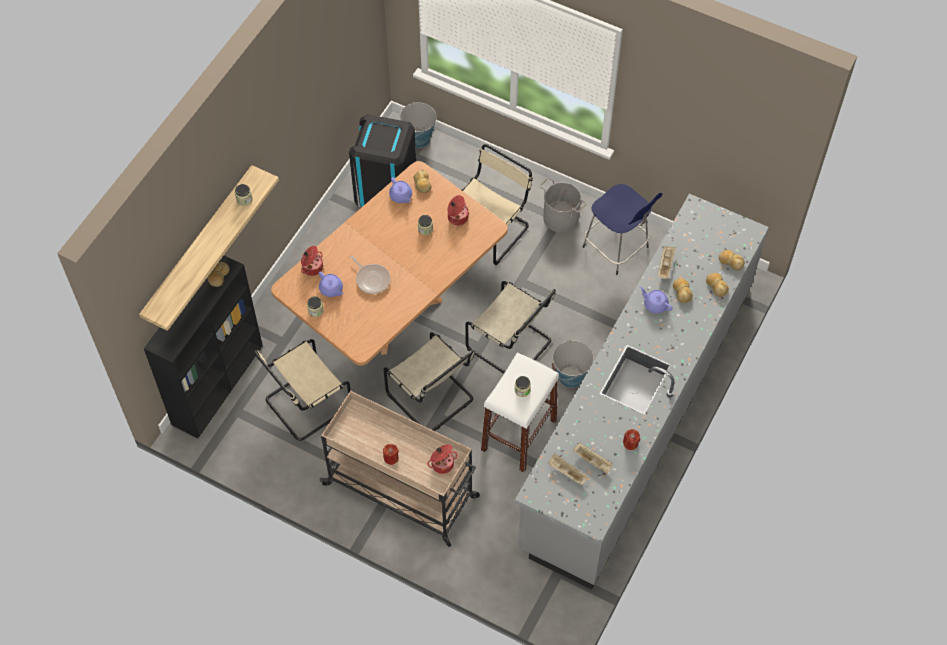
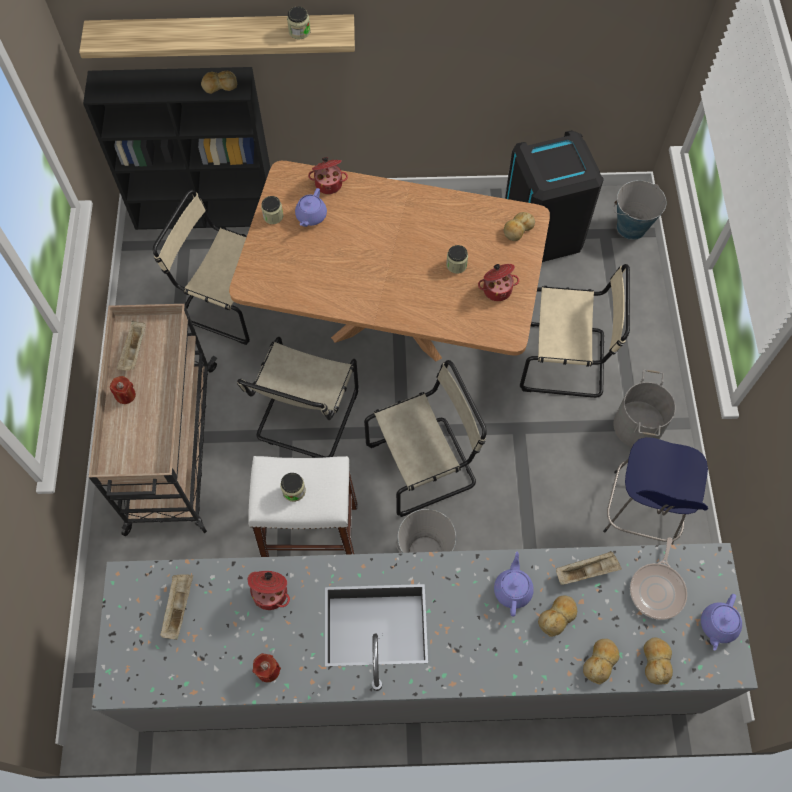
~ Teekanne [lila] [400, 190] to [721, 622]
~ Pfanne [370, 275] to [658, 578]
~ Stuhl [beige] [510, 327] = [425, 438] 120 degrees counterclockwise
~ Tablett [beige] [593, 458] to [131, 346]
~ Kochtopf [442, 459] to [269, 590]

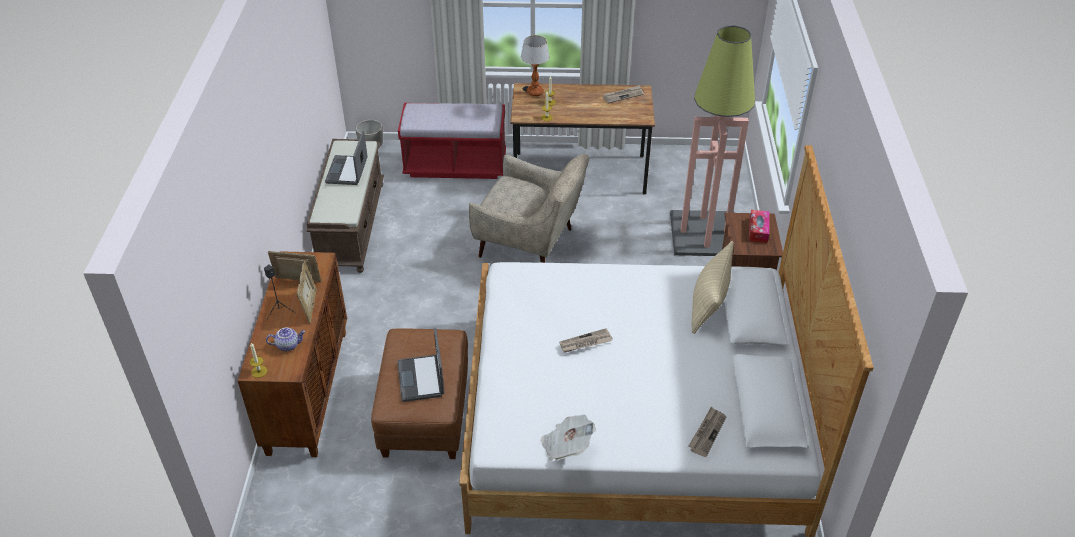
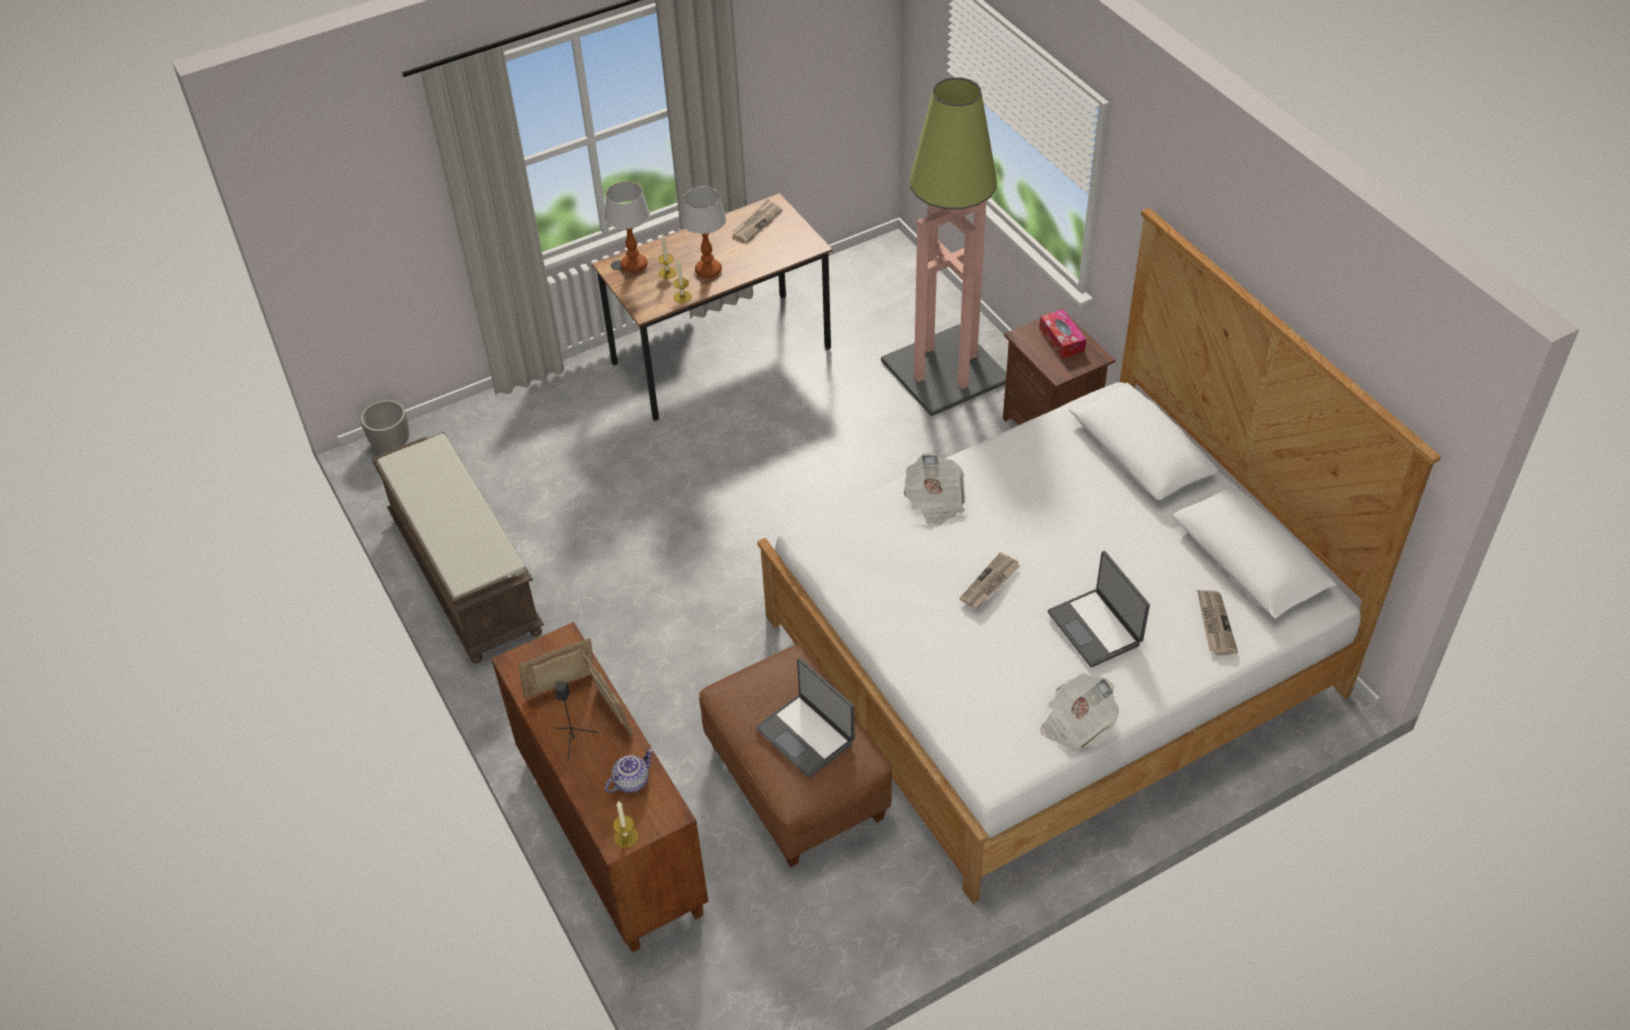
- Bank [rot] [452, 141]
~ Laptop [346, 158] to [1099, 609]
- Sessel [beige] [529, 208]
- Kissen [beige] [712, 287]
+ Tischlampe [703, 232]
+ Zeitung [934, 490]

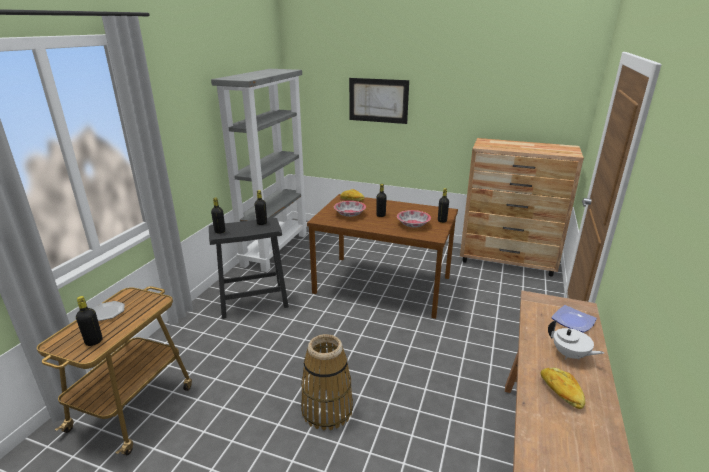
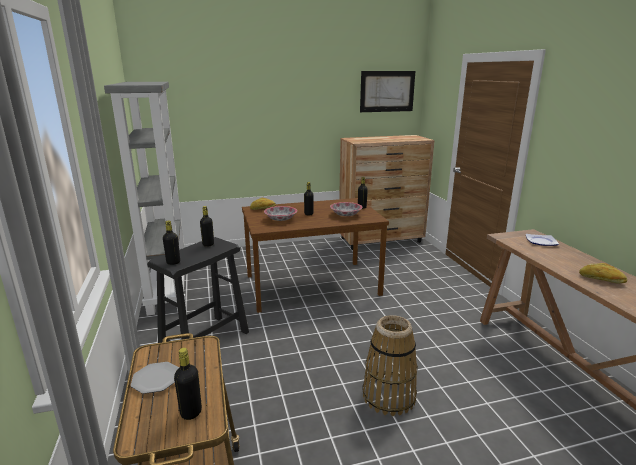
~ Bild [379, 101] to [387, 91]
- Teekanne [weiß] [576, 339]

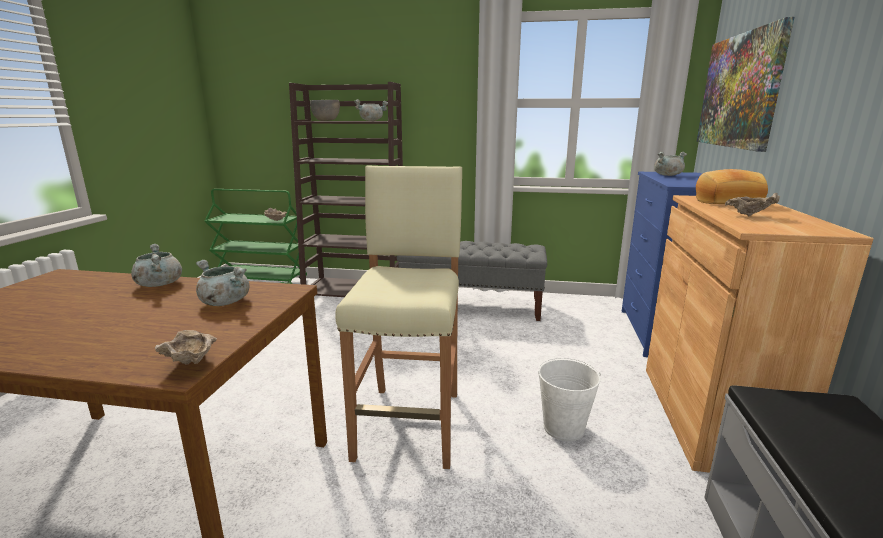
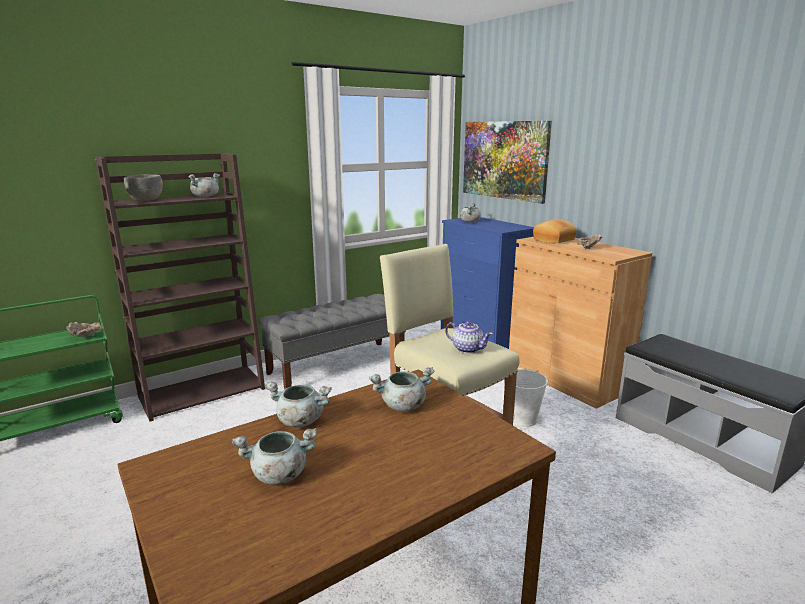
- Schüssel [beige] [186, 347]
+ Teekanne [469, 337]
+ Kochtopf [grau] [274, 456]

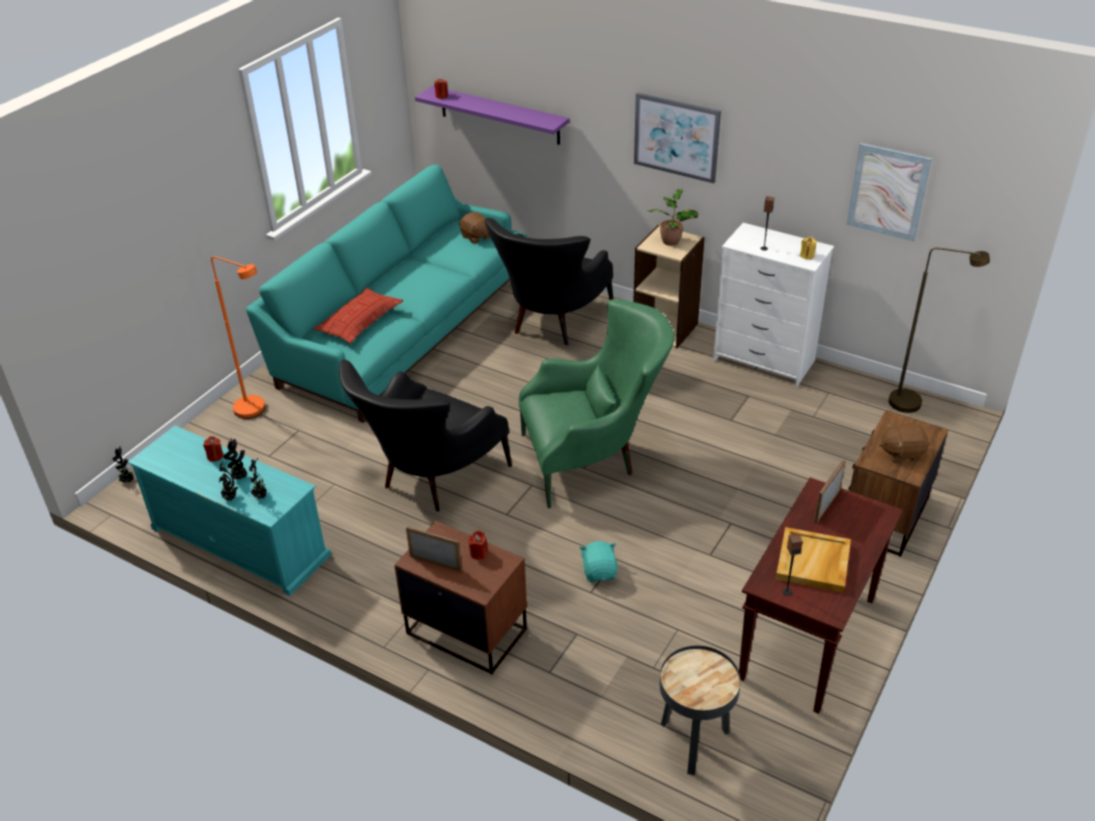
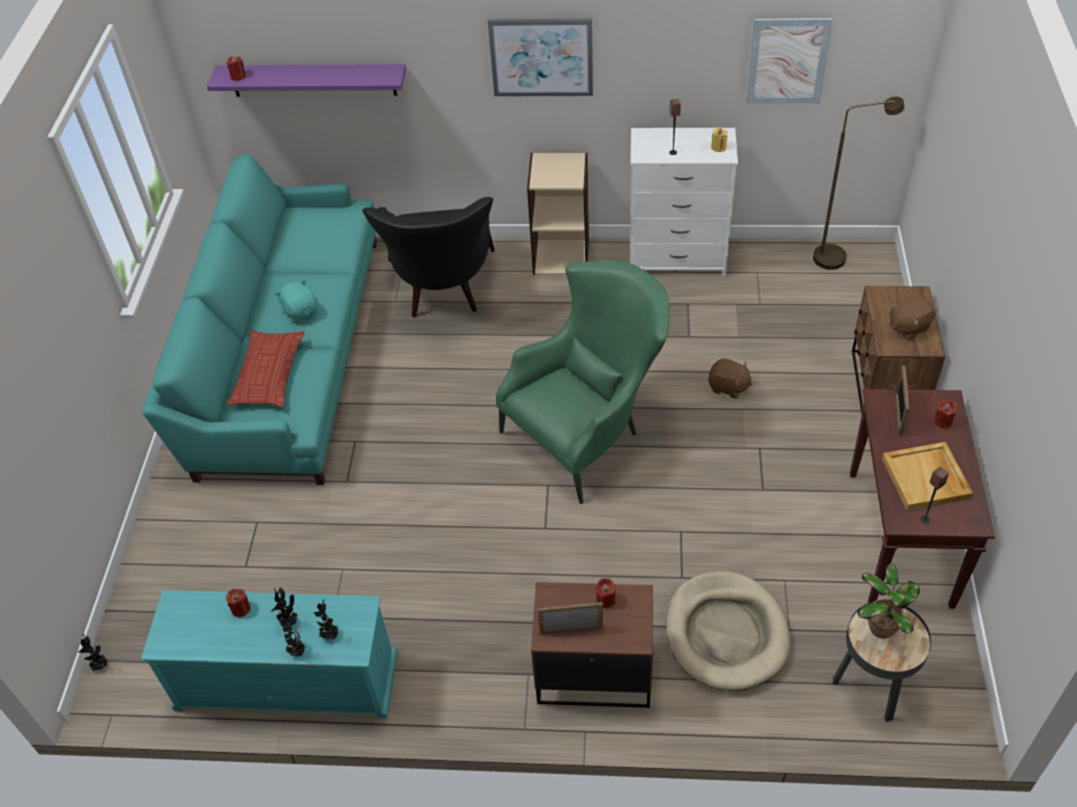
~ Topfpflanze [672, 217] to [888, 601]
~ Plüschtier [braun] [474, 228] to [730, 378]
- Stehlampe [orange] [238, 337]
- Sessel [schwarz] [425, 436]
~ Plüschtier [türkis] [599, 561] to [296, 301]
+ Kerze [rot] [945, 414]
+ Hundebett [beige] [728, 631]

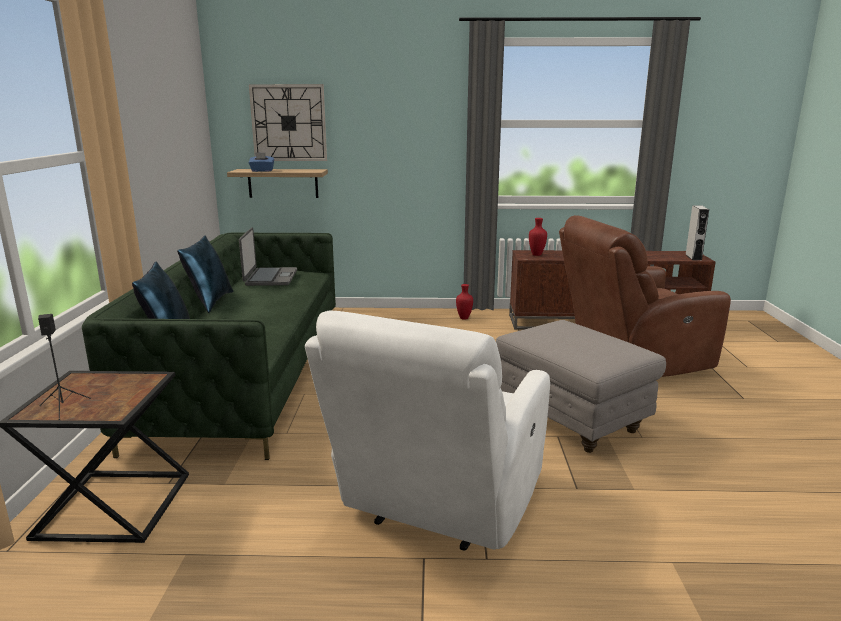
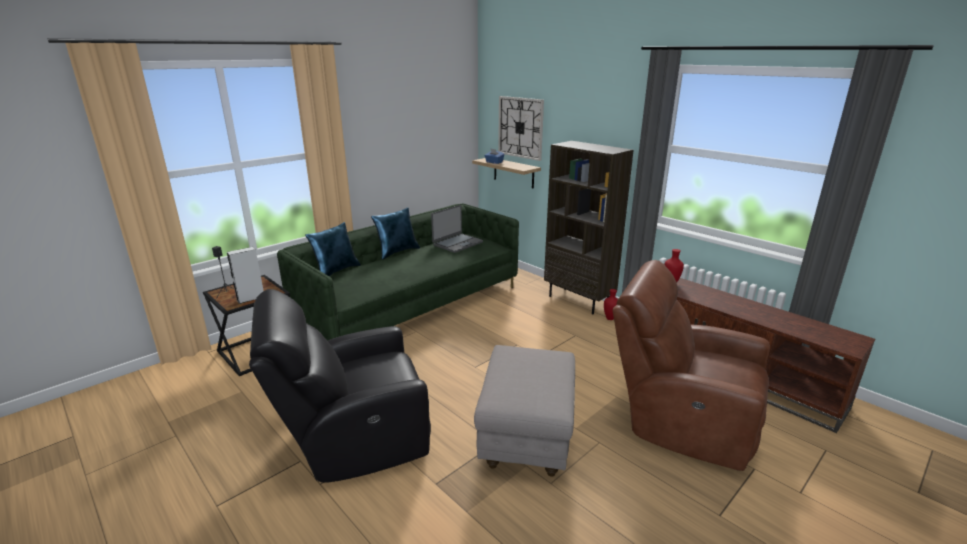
~ Lautsprecher [grau] [697, 232] to [245, 275]
~ Sessel [weiß] [427, 430] to Sessel [schwarz] [340, 386]
+ Bücherregal [braun] [589, 227]

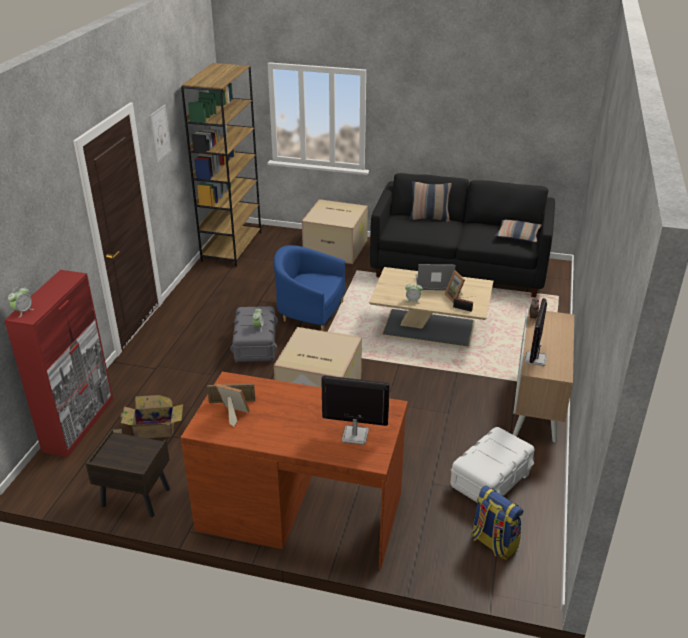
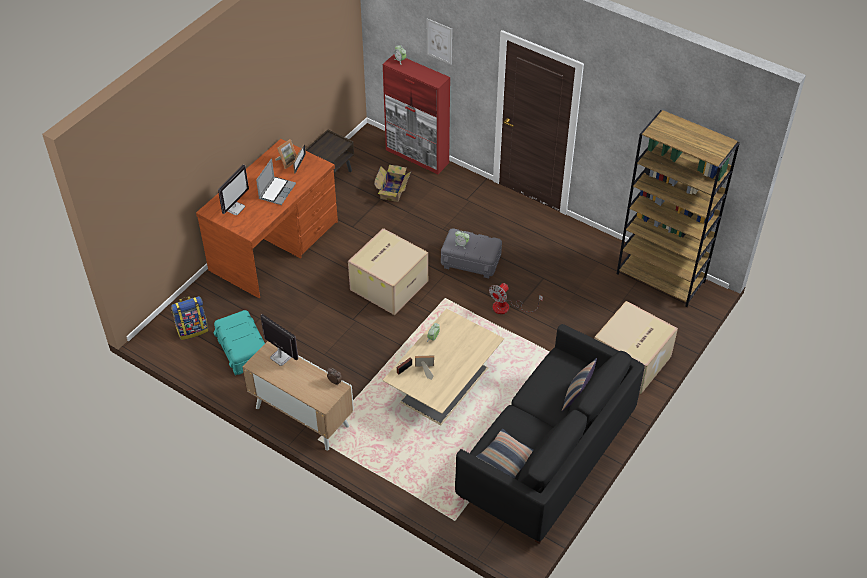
~ Bild [160, 134] to [439, 41]
~ Sessel [blau] [309, 288] to Ventilator [516, 298]
~ Laptop [435, 277] to [276, 181]
~ Aufbewahrungsbox [weiß] [492, 465] to Aufbewahrungsbox [türkis] [239, 342]

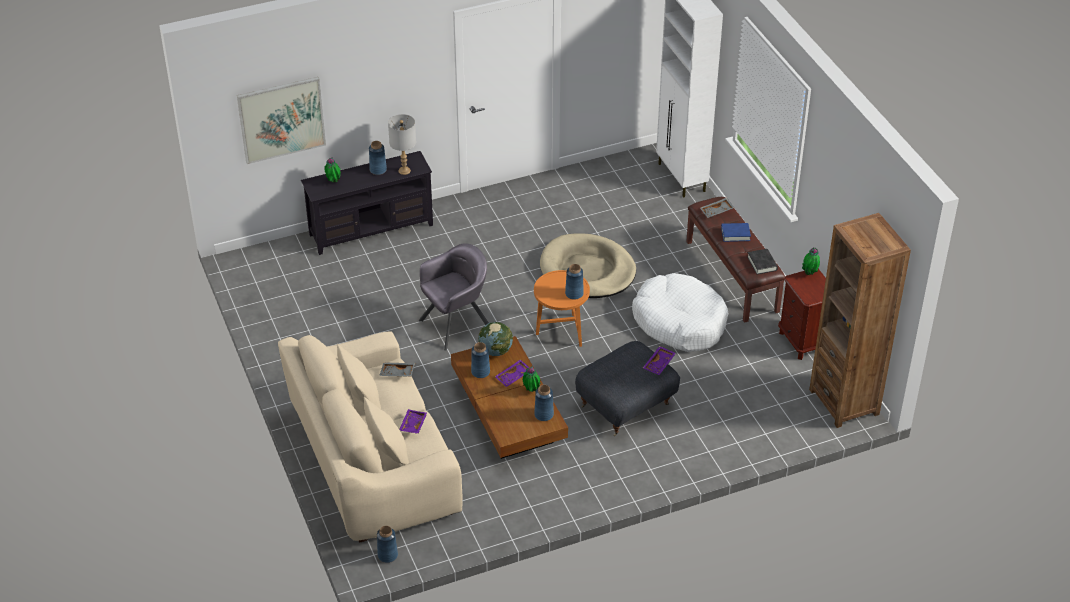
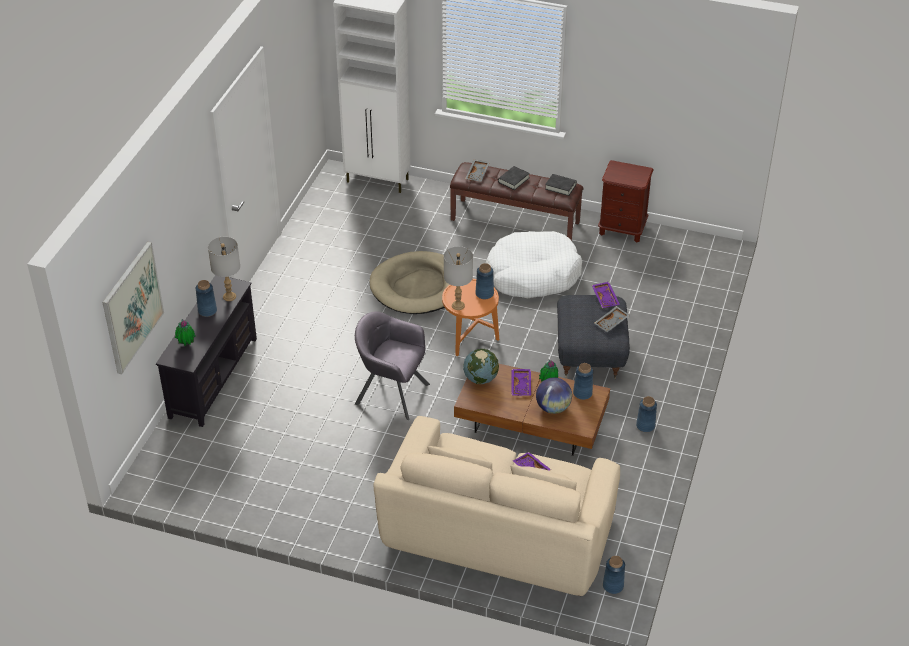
- Bücherregal [braun] [860, 320]
~ Buch [blau] [736, 232] to Buch [schwarz] [514, 178]
~ Sessel [grau] [454, 296] = [392, 365] 75 degrees counterclockwise
- Topfpflanze [811, 261]
~ Vase [blau] [480, 360] to [646, 414]
~ Tablett [grau] [397, 370] to [612, 319]
+ Tischlampe [grau] [458, 278]
+ Globus [554, 395]

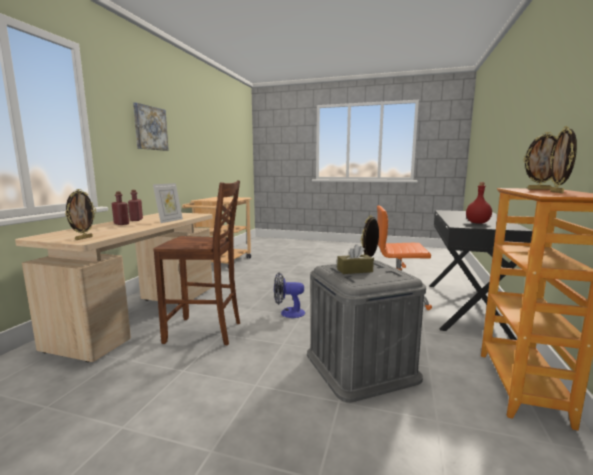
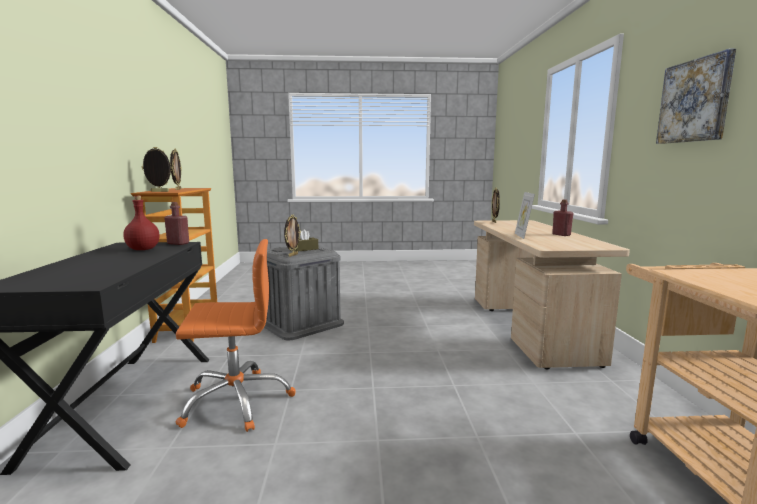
- Stuhl [braun] [196, 262]
~ Flasche [rot] [120, 208] to [176, 223]
- Ventilator [289, 295]

